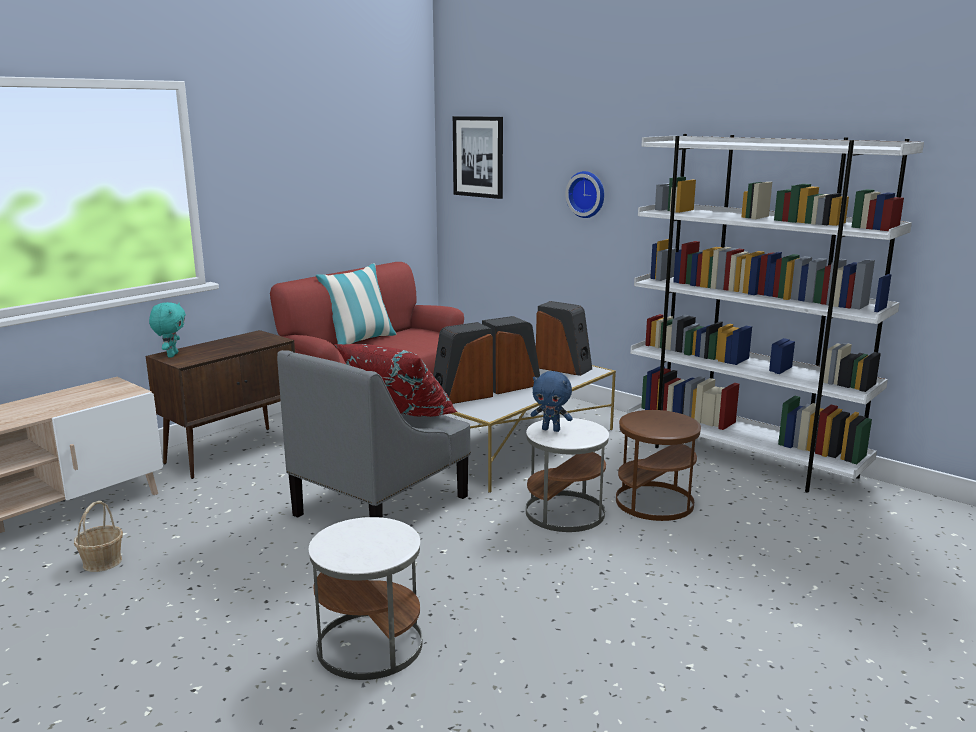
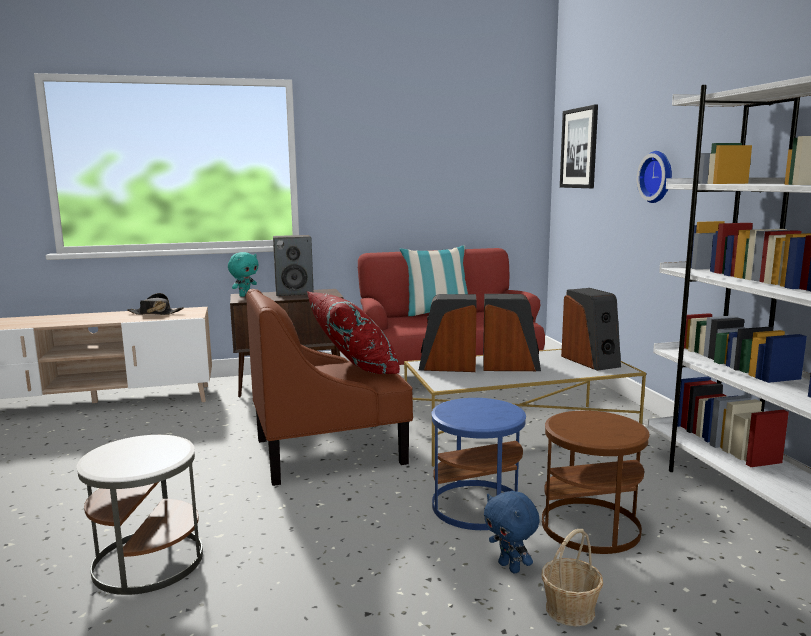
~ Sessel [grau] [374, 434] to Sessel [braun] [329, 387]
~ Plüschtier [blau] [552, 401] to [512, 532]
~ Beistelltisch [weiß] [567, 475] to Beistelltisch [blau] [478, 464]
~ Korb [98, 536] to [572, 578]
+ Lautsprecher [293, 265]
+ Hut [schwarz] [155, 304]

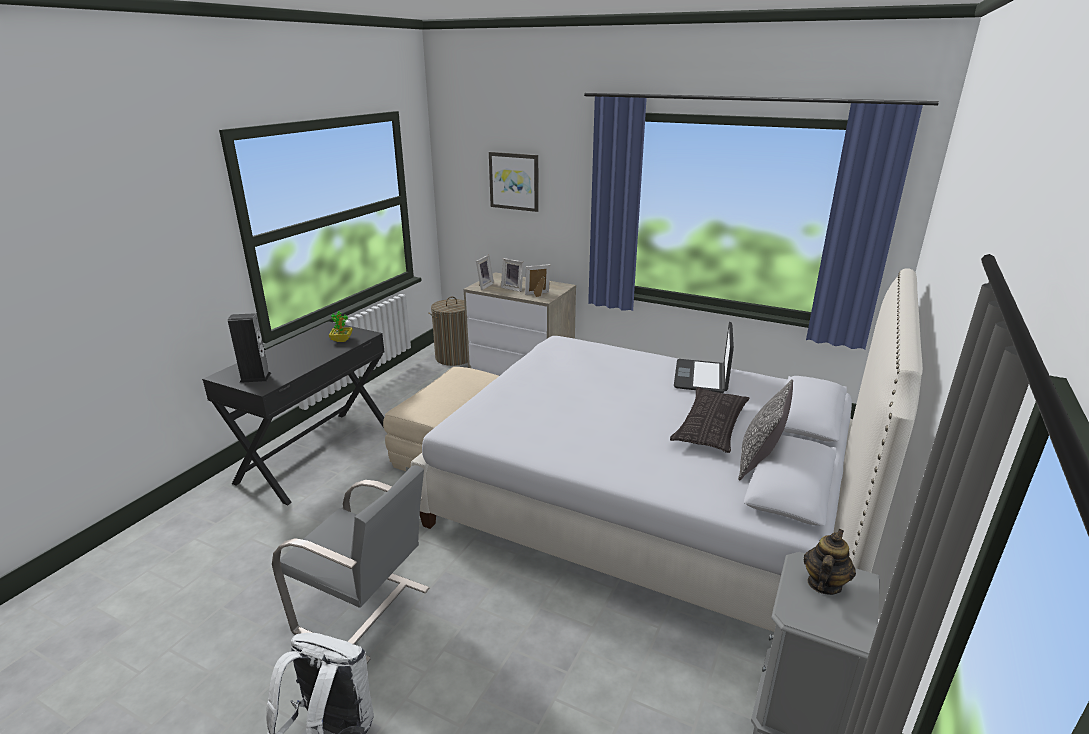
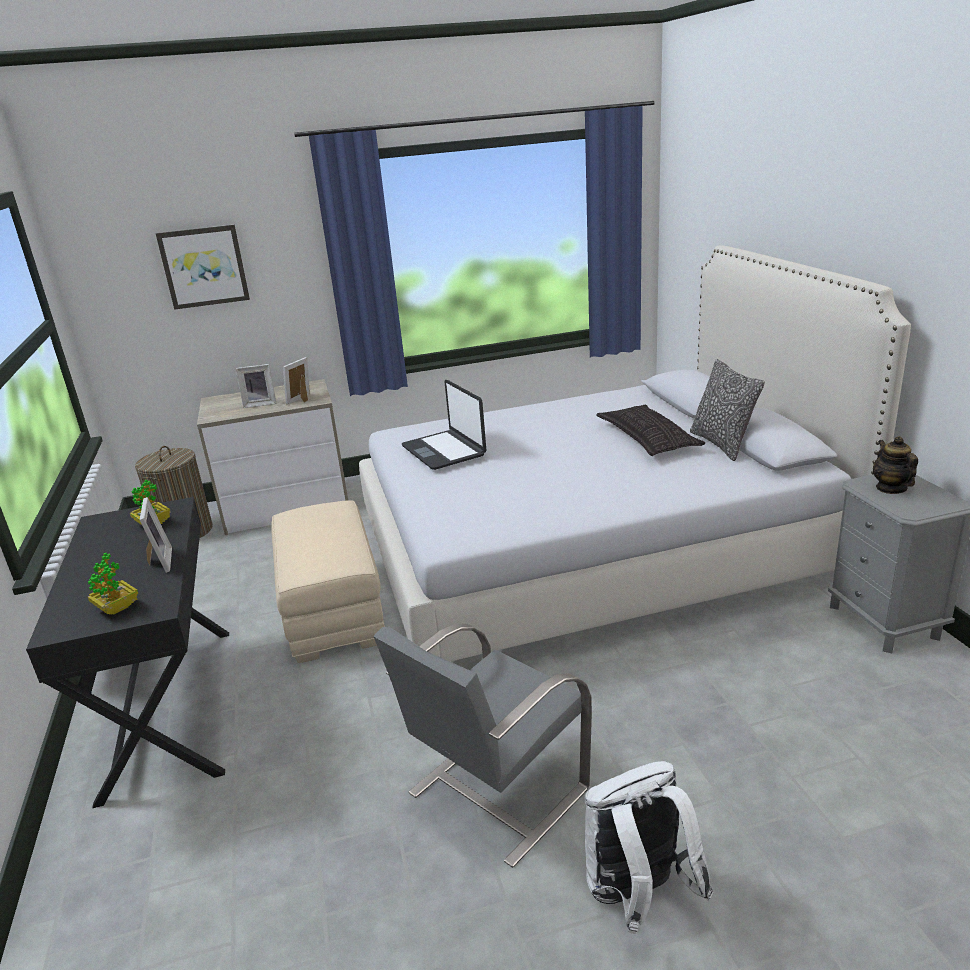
~ Bilderrahmen [485, 272] to [156, 535]
~ Lautsprecher [249, 348] to Topfpflanze [113, 583]
~ Laptop [704, 357] to [444, 425]
~ Stuhl [grau] [351, 564] = [482, 746] 150 degrees clockwise

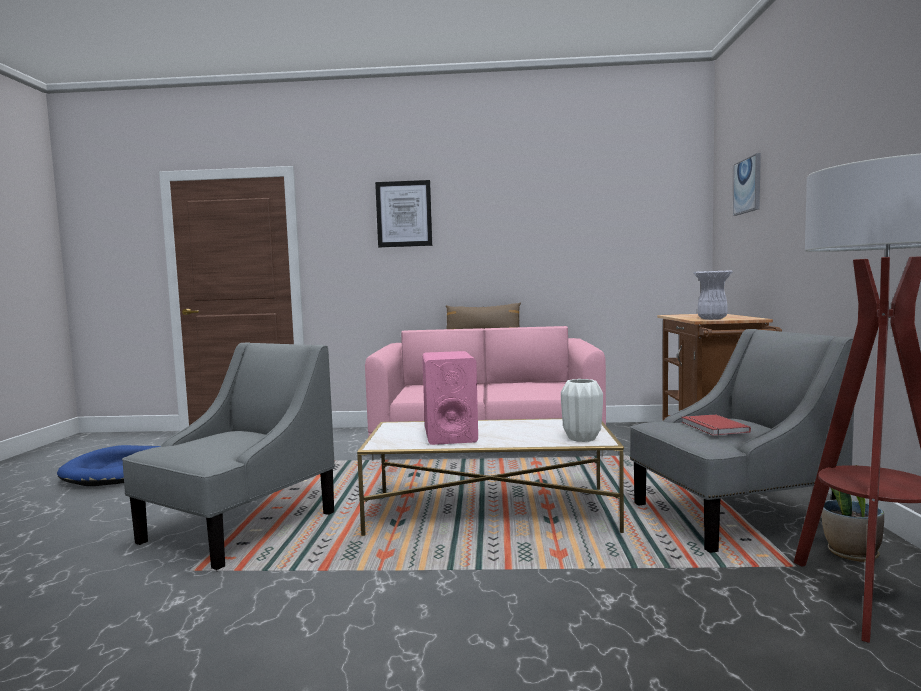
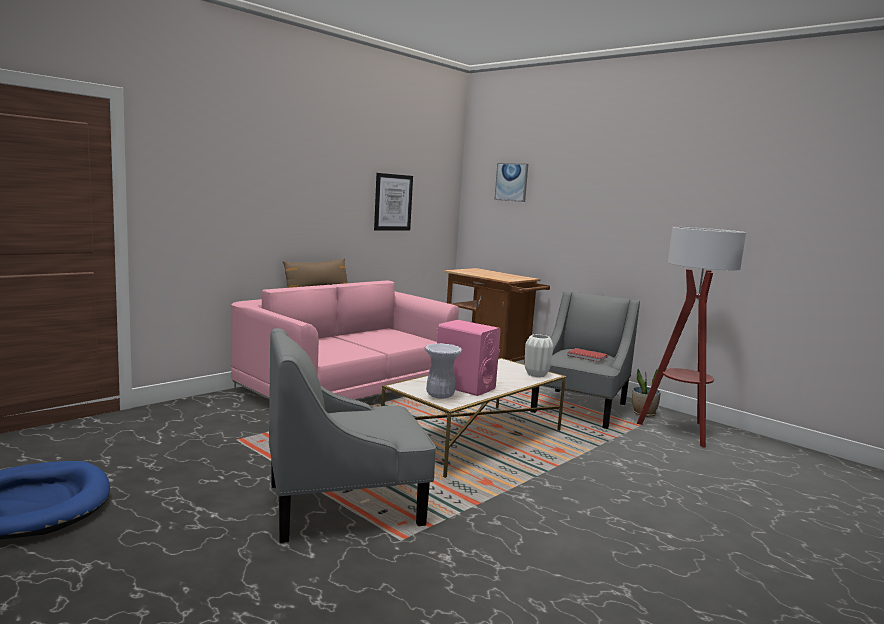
~ Bild [403, 213] to [393, 202]
~ Vase [weiß] [713, 295] to [443, 371]
~ Sessel [grau] [228, 456] = [352, 435] 90 degrees counterclockwise

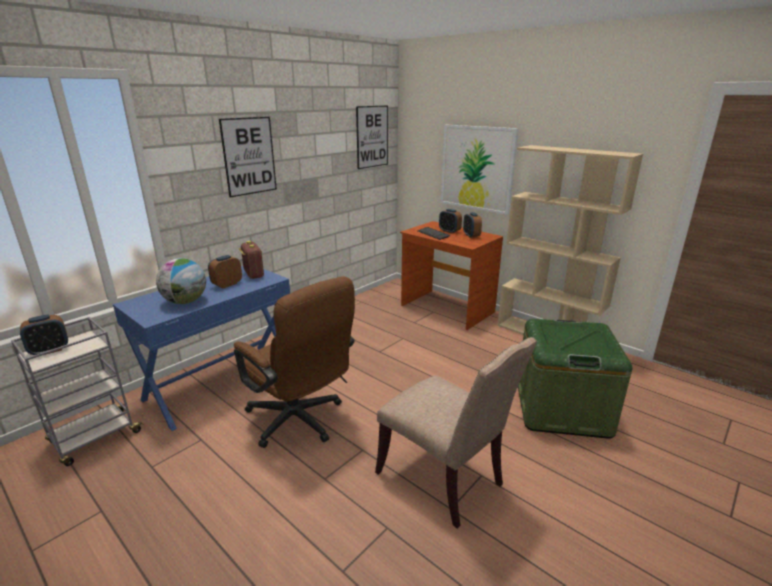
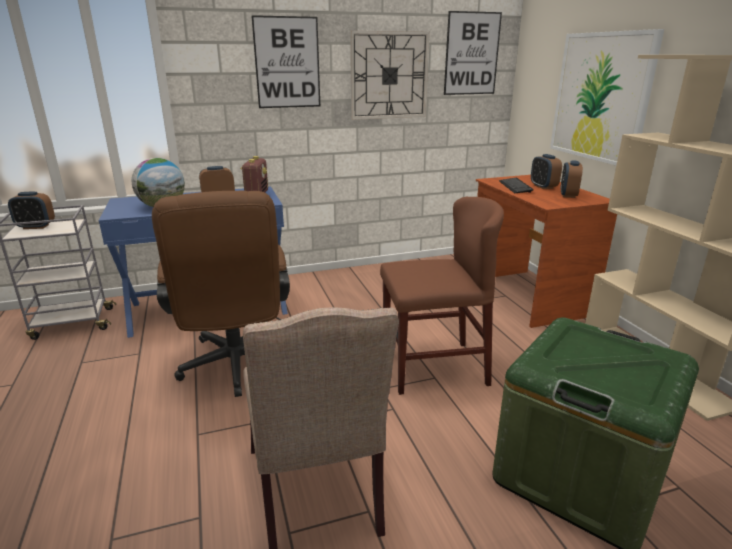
+ Wanduhr [390, 75]
+ Stuhl [braun] [442, 296]

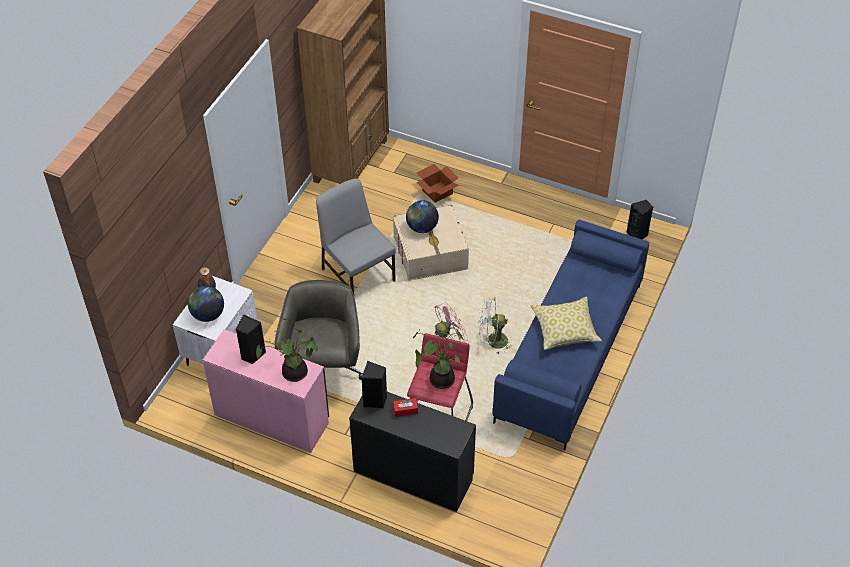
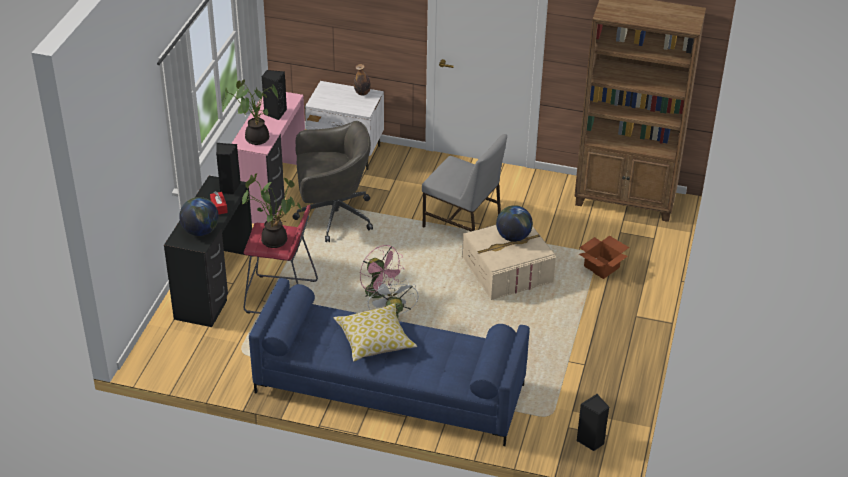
~ Stuhl [grau] [356, 236] = [464, 182] 75 degrees clockwise
~ Globus [206, 304] to [199, 216]

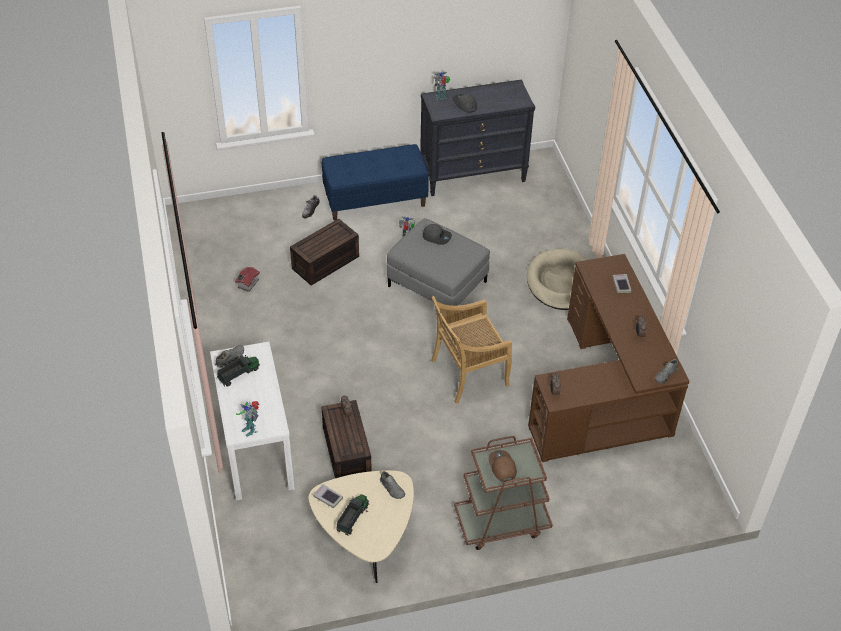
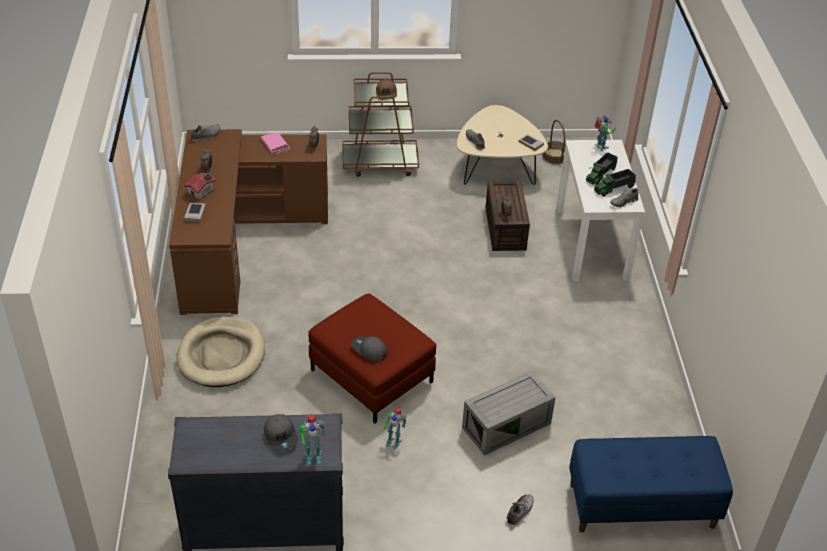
~ Bank [blau] [375, 182] to [651, 484]
~ Polsterhocker [grau] [438, 262] to Polsterhocker [rot] [372, 358]
~ Aufbewahrungsbox [braun] [324, 252] to Aufbewahrungsbox [grau] [509, 413]
~ Spielzeughaus [247, 279] to [200, 186]
- Stuhl [beige] [471, 350]
~ Spielzeuglaster [352, 515] to [602, 168]
+ Korb [554, 142]
+ Buch [rosa] [275, 143]

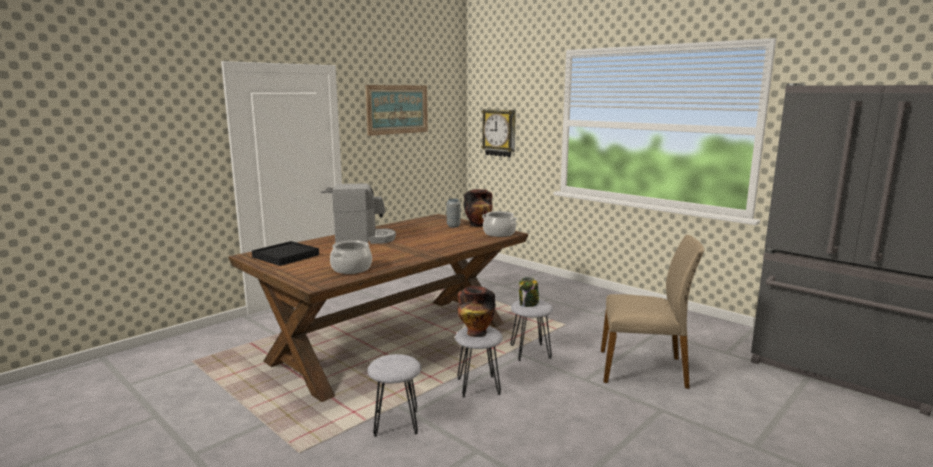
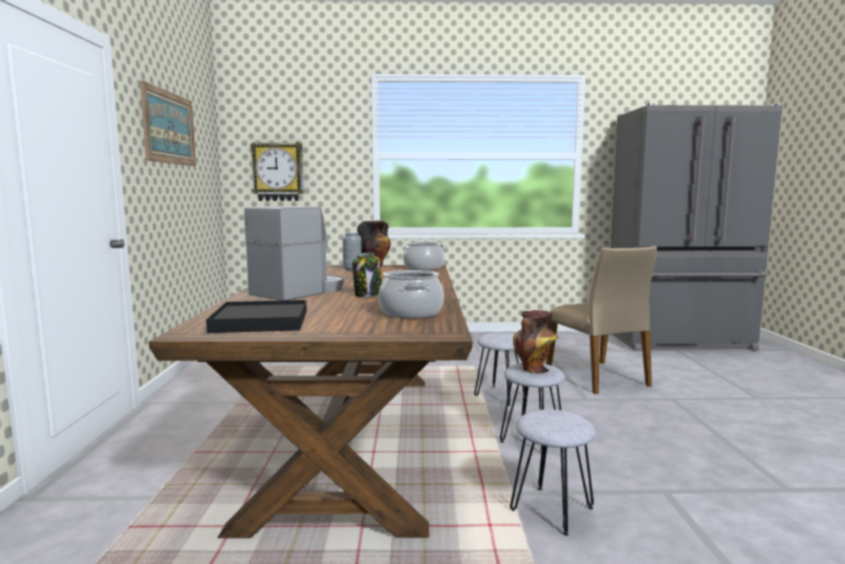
~ Stuhl [beige] [652, 312] = [602, 320] 105 degrees clockwise
~ Vorratsglas [529, 292] to [367, 275]

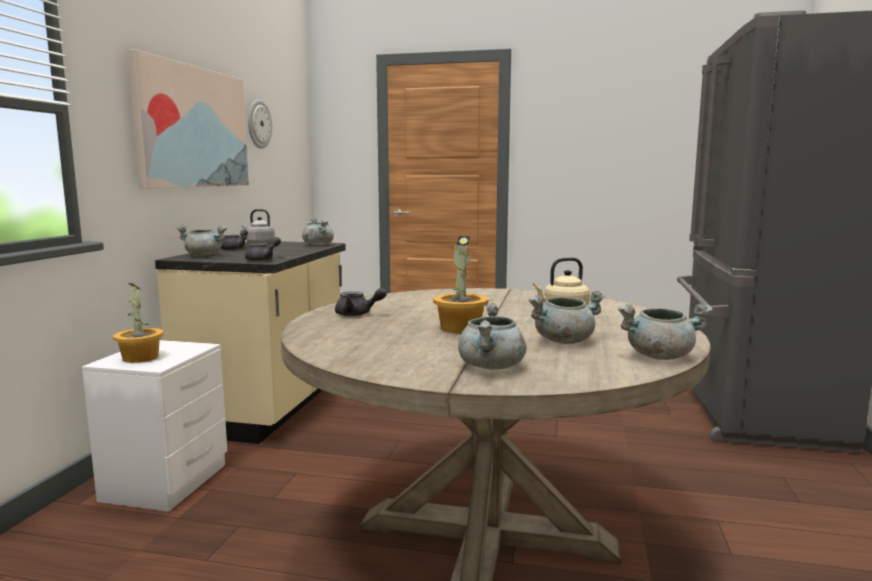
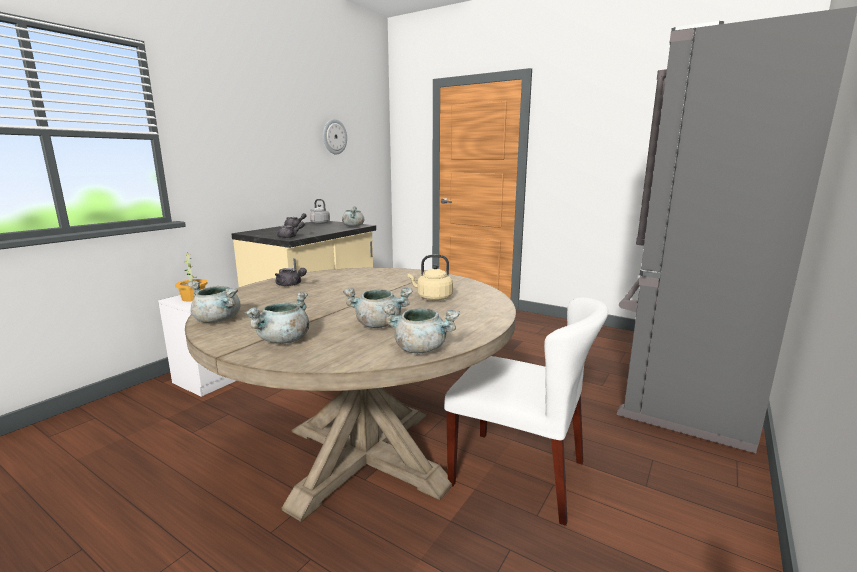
- Bild [188, 119]
~ Kochtopf [grau] [201, 240] to [213, 301]
- Topfpflanze [460, 285]
+ Stuhl [weiß] [526, 411]

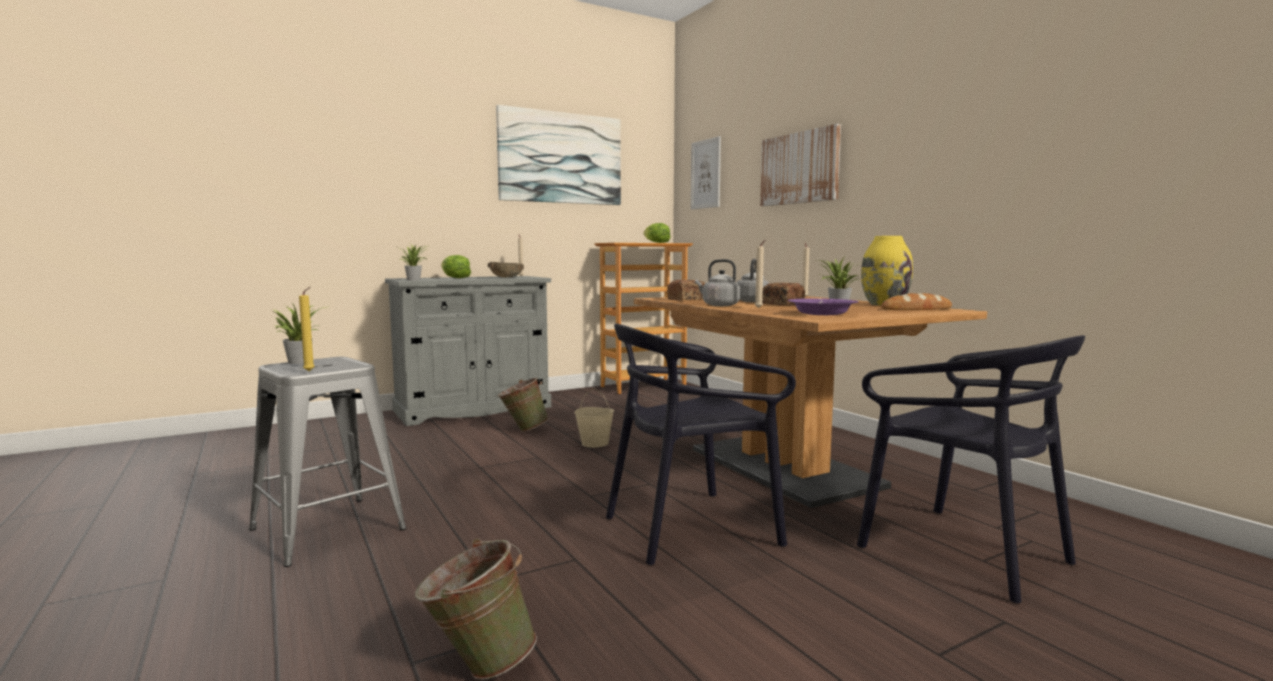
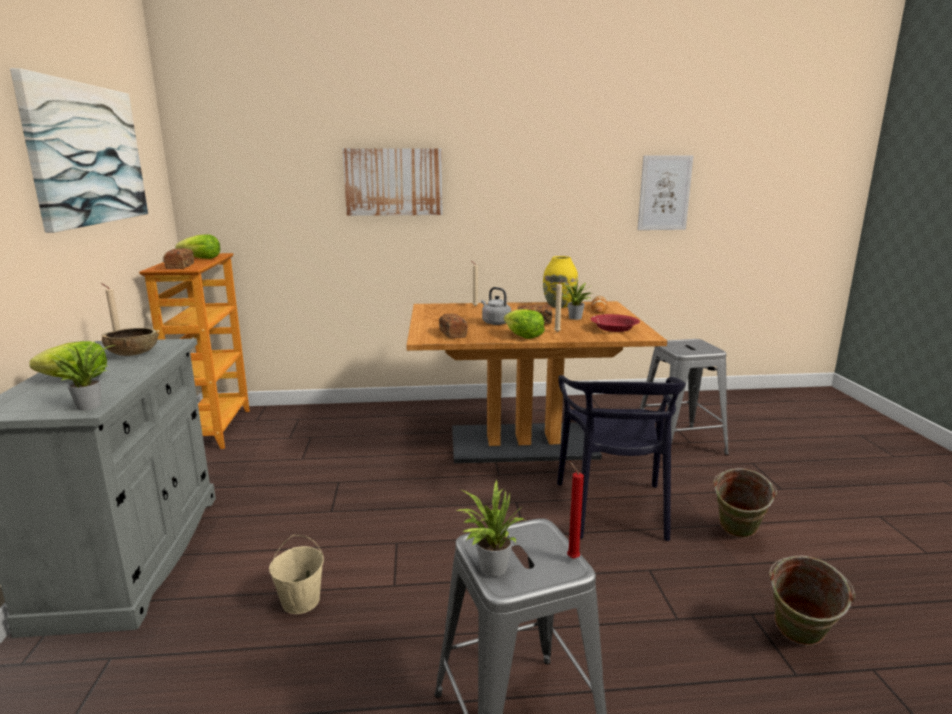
~ Bild [706, 173] to [665, 192]
~ Wasserkessel [grau] [717, 282] to Salatkopf [524, 324]
~ Kerze [gelb] [307, 329] to Kerze [rot] [575, 510]
~ Schüssel [lila] [823, 306] to Schüssel [rot] [615, 323]
~ Stuhl [schwarz] [971, 469] to Hocker [grau] [684, 397]
~ Eimer [grün] [523, 405] to [745, 503]
~ Eimer [beige] [594, 418] to [296, 574]
+ Brot [178, 258]

